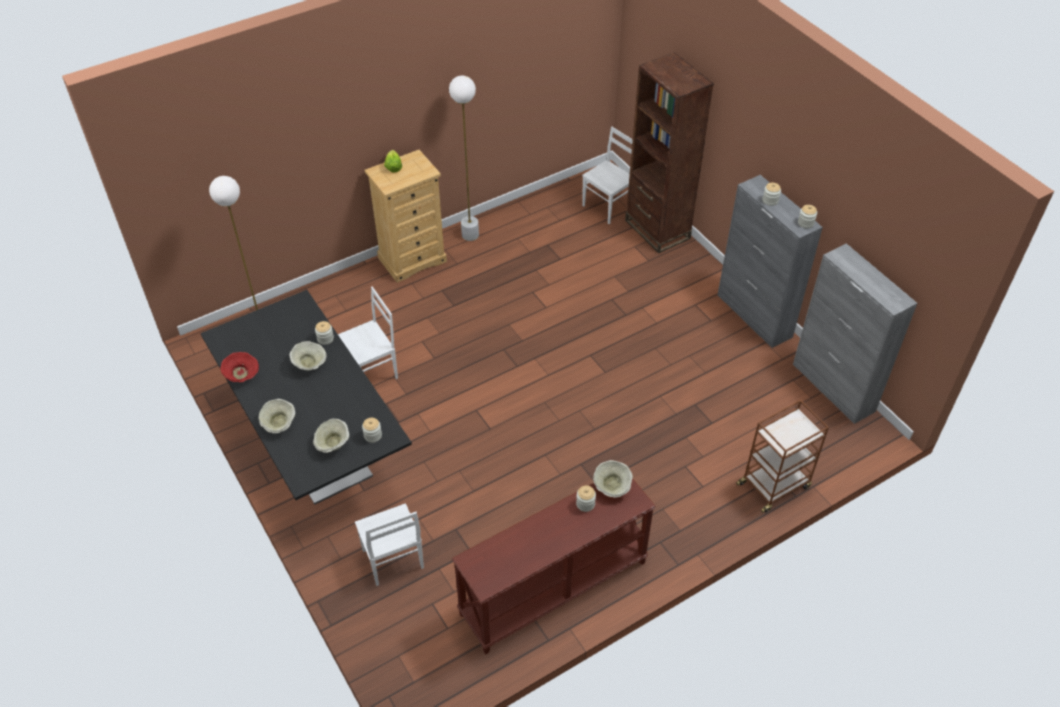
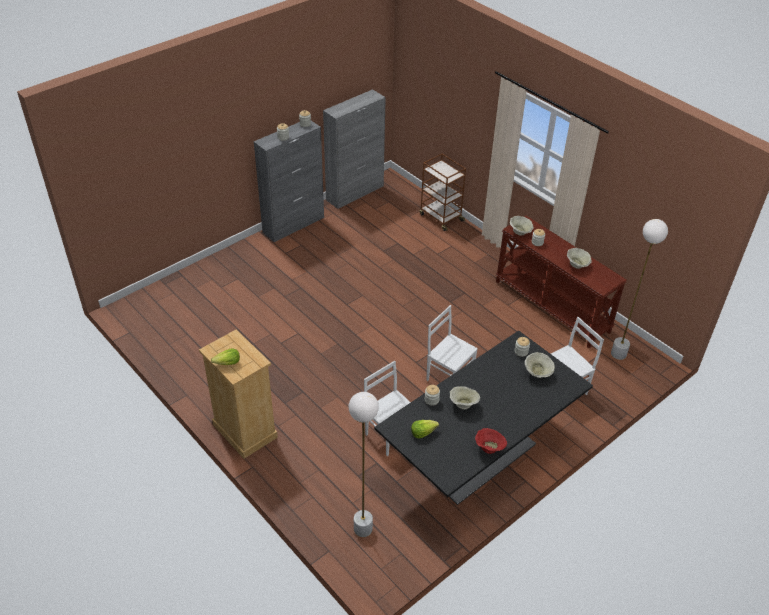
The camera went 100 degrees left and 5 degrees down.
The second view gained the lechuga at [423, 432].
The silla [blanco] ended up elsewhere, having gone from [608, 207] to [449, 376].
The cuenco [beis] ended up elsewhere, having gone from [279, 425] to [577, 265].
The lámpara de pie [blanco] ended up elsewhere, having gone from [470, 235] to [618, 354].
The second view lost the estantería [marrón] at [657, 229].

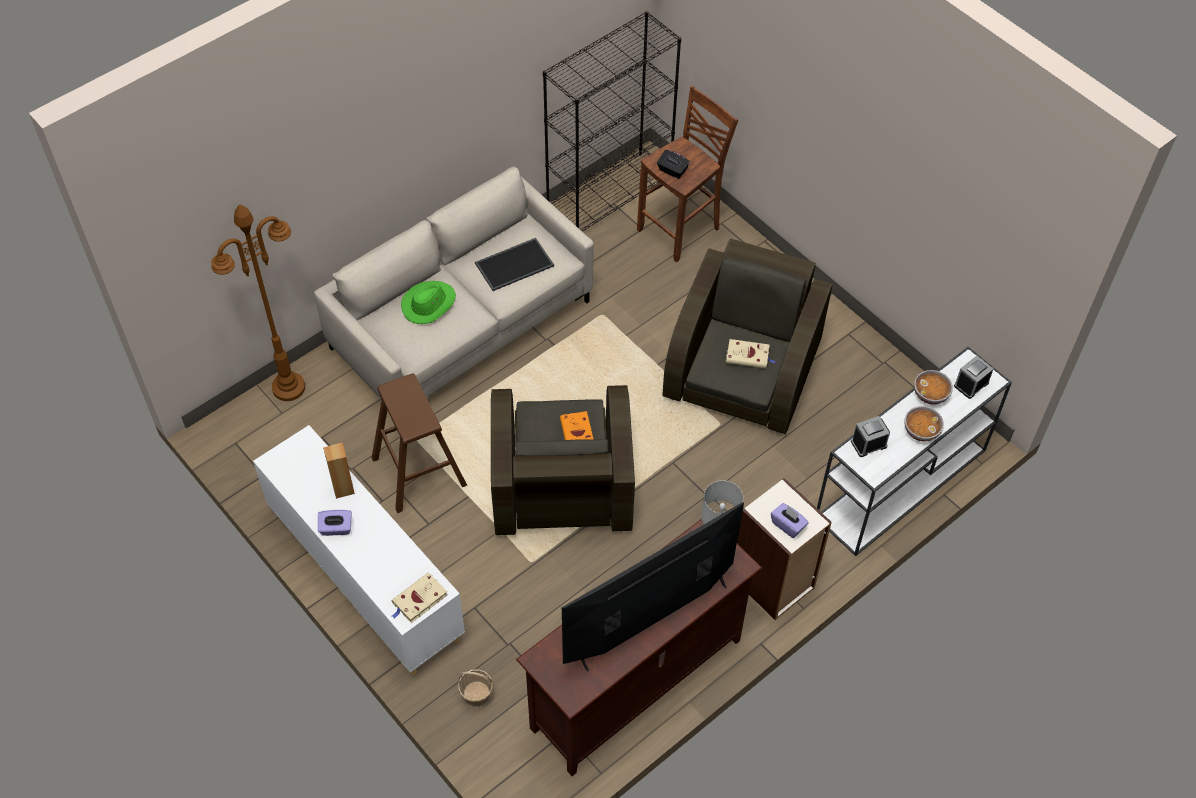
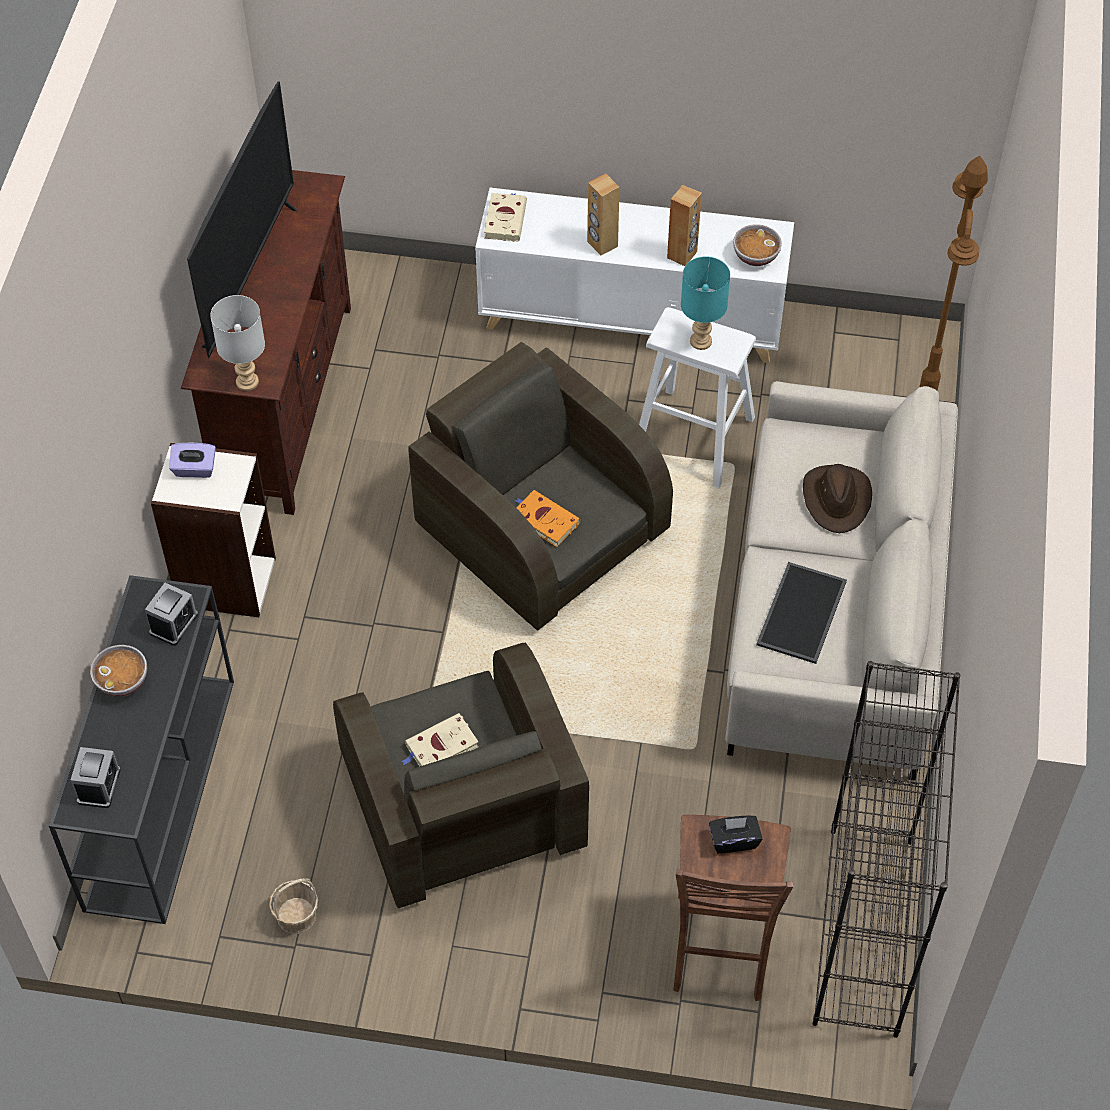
The camera went 140 degrees right and 0 degrees up.
What was the mesa consola [blanco] at [900, 485] turned into the mesa consola [negro] at [160, 790].
The cesta ended up elsewhere, having gone from [476, 694] to [296, 916].
The second view gained the altavoz [marrón] at [602, 244].
What was the taburete [marrón] at [419, 471] turned into the taburete [blanco] at [693, 438].
The second view gained the lámpara de mesa [turquesa] at [701, 341].
The cuenco ended up elsewhere, having gone from [931, 394] to [755, 256].
What was the sombrero [verde] at [428, 304] turned into the sombrero [marrón] at [837, 499].
The second view lost the caja de pañuelos [morado] at [336, 528].

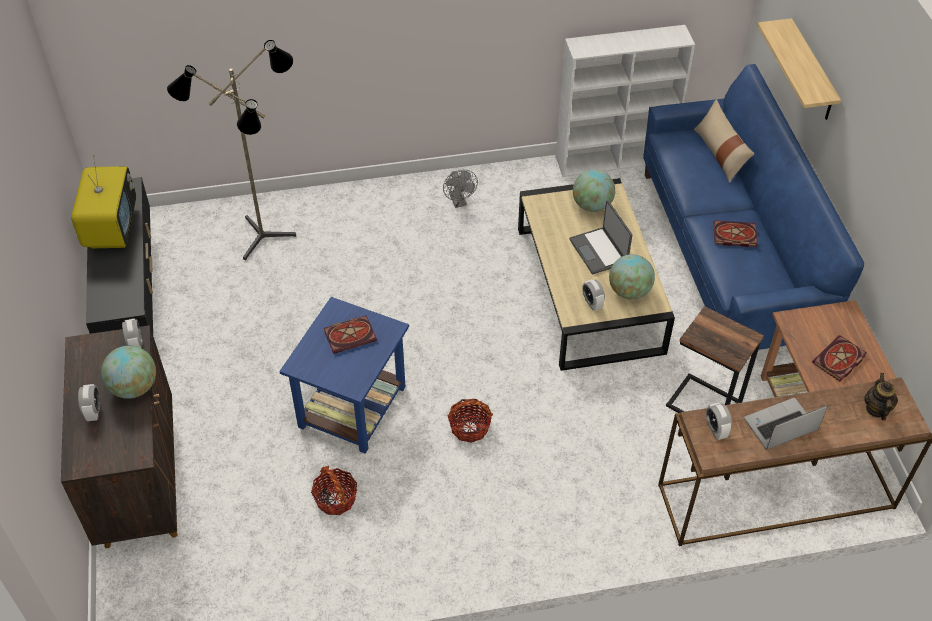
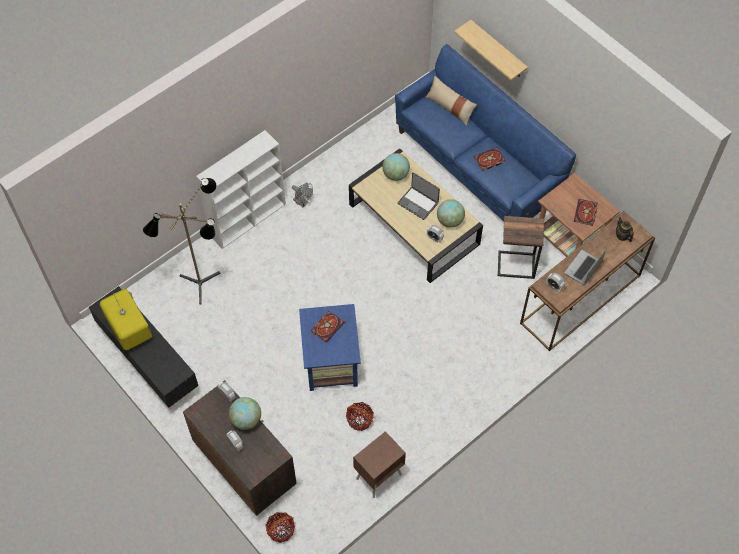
The camera went 30 degrees left and 10 degrees up.
The estantería [blanco] ended up elsewhere, having gone from [615, 159] to [248, 219].
The cesta ended up elsewhere, having gone from [469, 427] to [281, 530].
The second view gained the mesita de noche [marrón] at [377, 477].

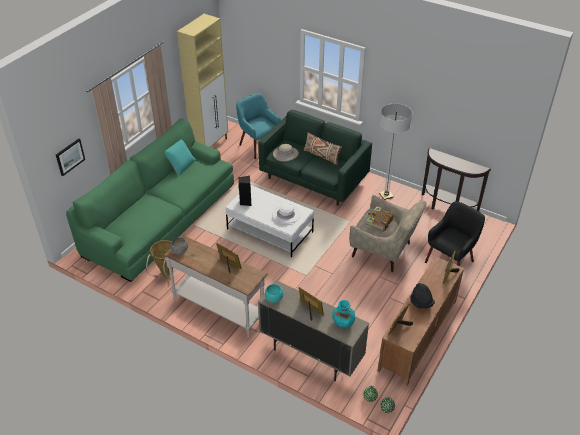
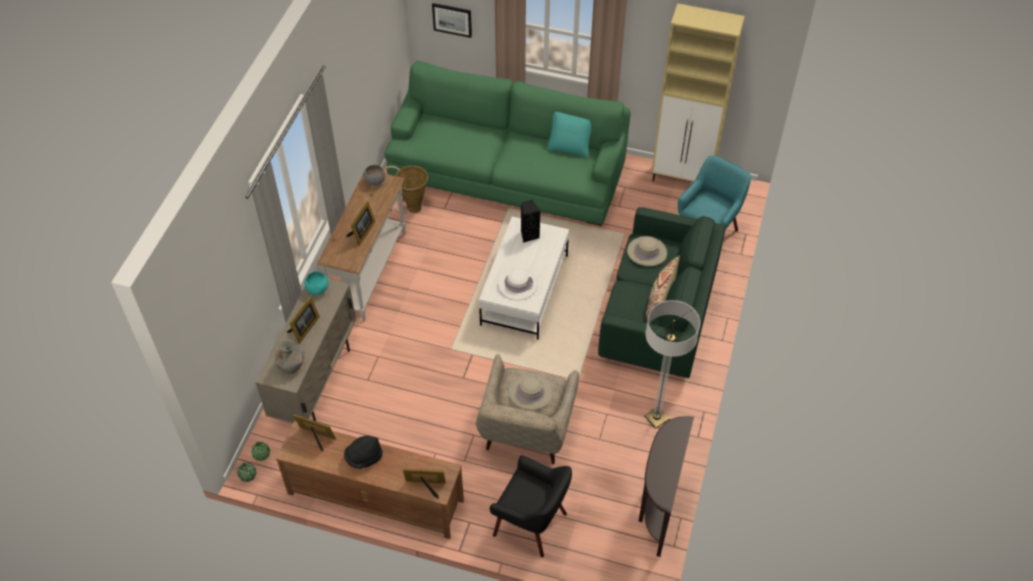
The camera went 75 degrees right and 10 degrees up.
What was the florero [turquesa] at [343, 322] turned into the florero [gris] at [291, 365].
Where the libro stood at [379, 222], the sombrero [beis] came to stand at [530, 393].

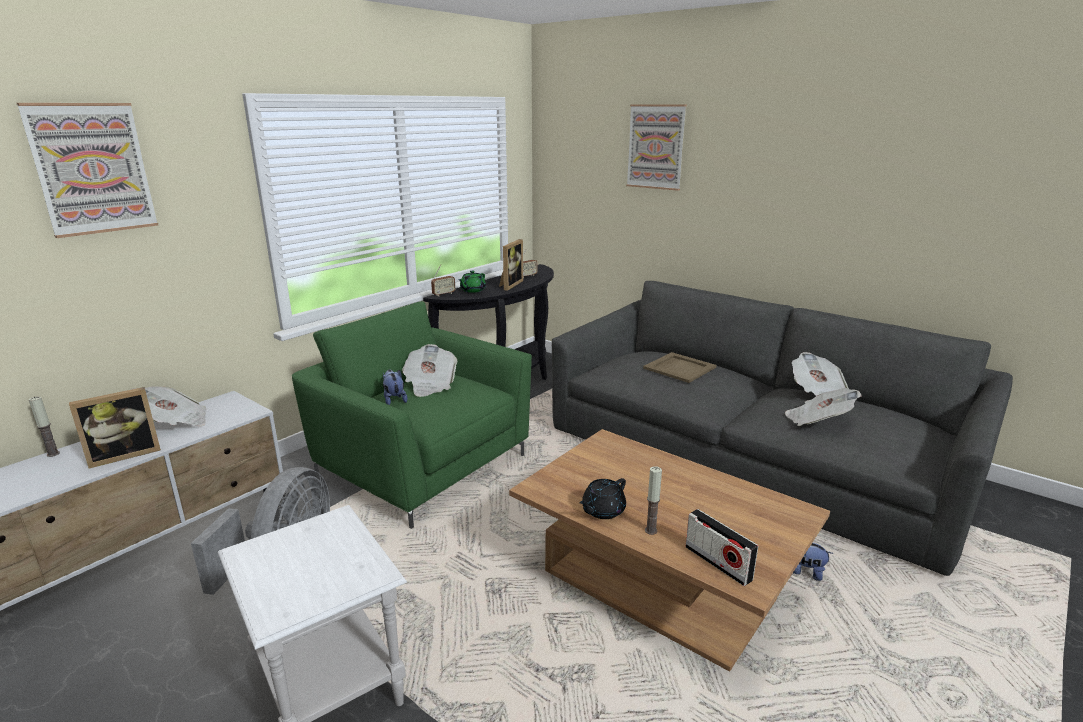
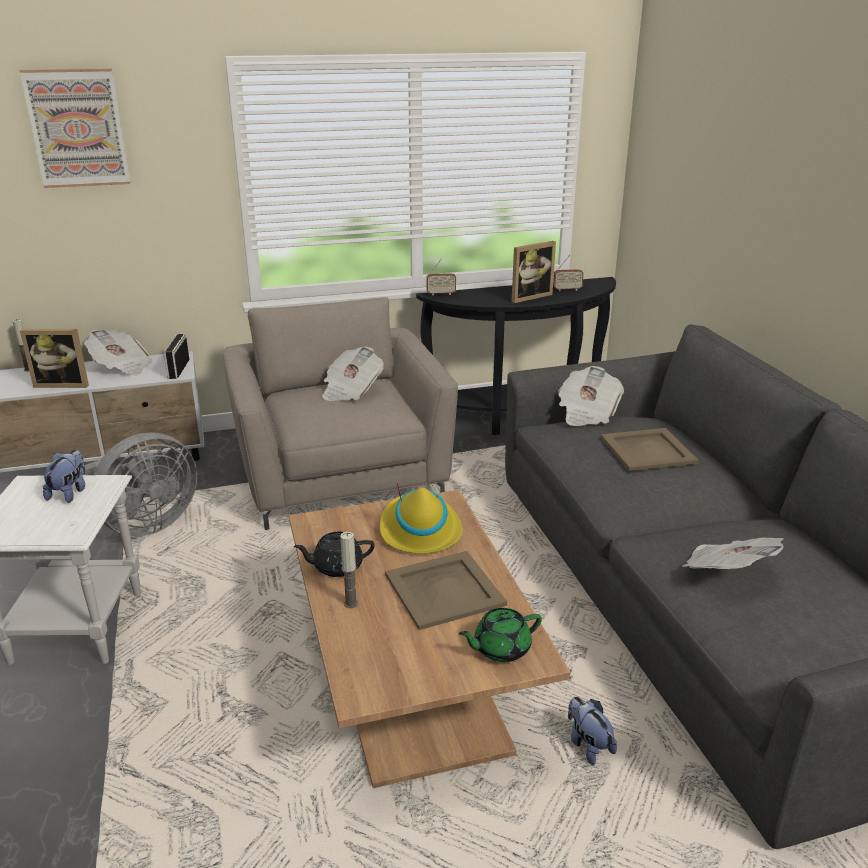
The camera went 35 degrees right and 5 degrees up.
The peluche ended up elsewhere, having gone from [394, 399] to [70, 493].
The radio ended up elsewhere, having gone from [718, 563] to [178, 369].
What was the sillón [verde] at [422, 465] turned into the sillón [beis] at [340, 476].
The second view gained the sombrero [amarillo] at [419, 530].
The second view gained the bandeja [beis] at [443, 590].
The tetera [verde] ended up elsewhere, having gone from [472, 290] to [500, 648].
The periódico ended up elsewhere, having gone from [818, 393] to [587, 413].
The second view lost the cuadro at [656, 147].

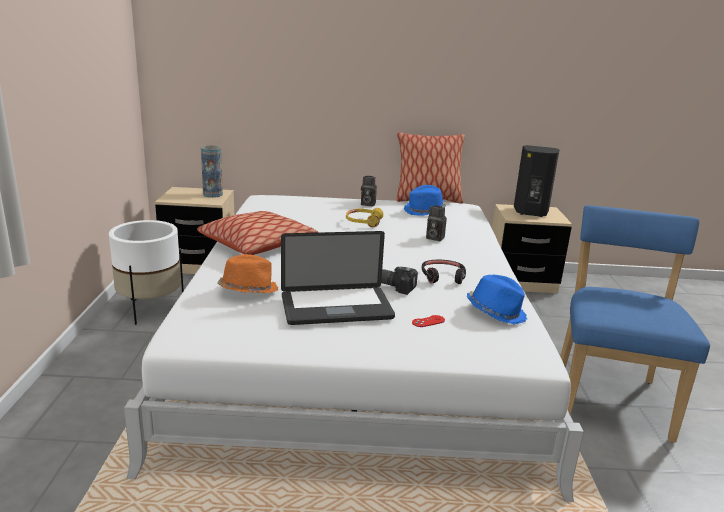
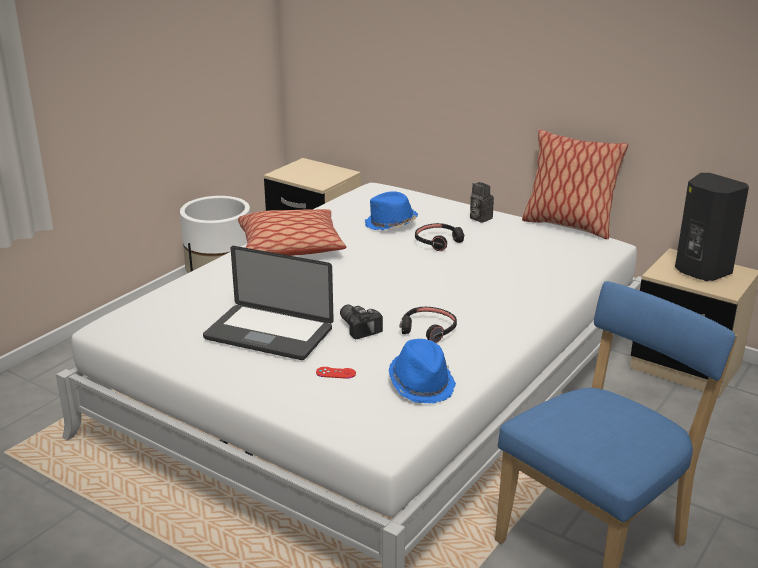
The camera went 35 degrees right and 5 degrees up.
The sombrero [azul] ended up elsewhere, having gone from [425, 211] to [390, 224].
What was the auriculares [amarillo] at [363, 222] turned into the auriculares [negro] at [438, 241].
The second view lost the florero at [212, 194].
The second view lost the sombrero [naranja] at [247, 290].
The second view lost the cámara at [433, 238].

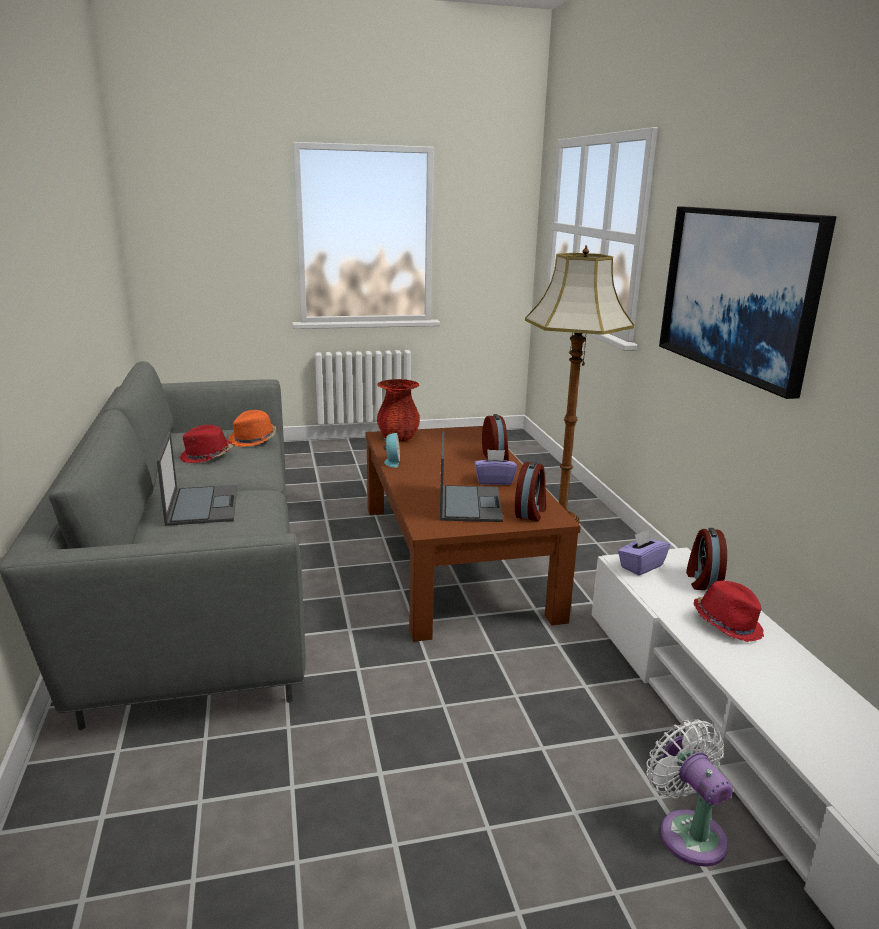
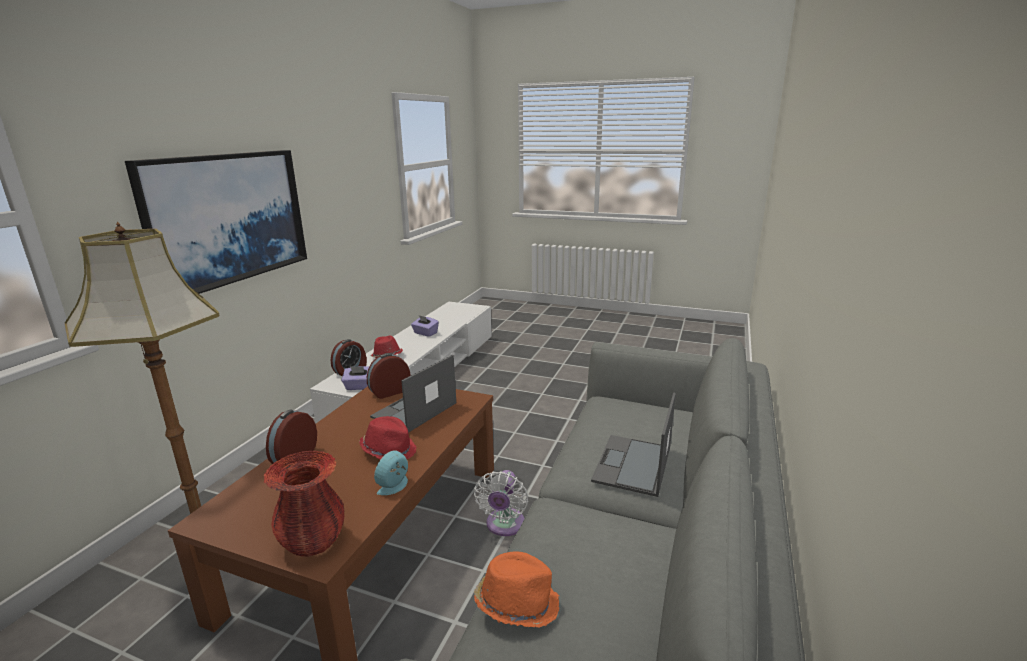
The camera went 145 degrees left and 0 degrees up.
The sombrero [rojo] ended up elsewhere, having gone from [206, 456] to [389, 450].
The caja de pañuelos [morado] ended up elsewhere, having gone from [494, 481] to [425, 333].
The ventilador [blanco] ended up elsewhere, having gone from [688, 832] to [504, 525].

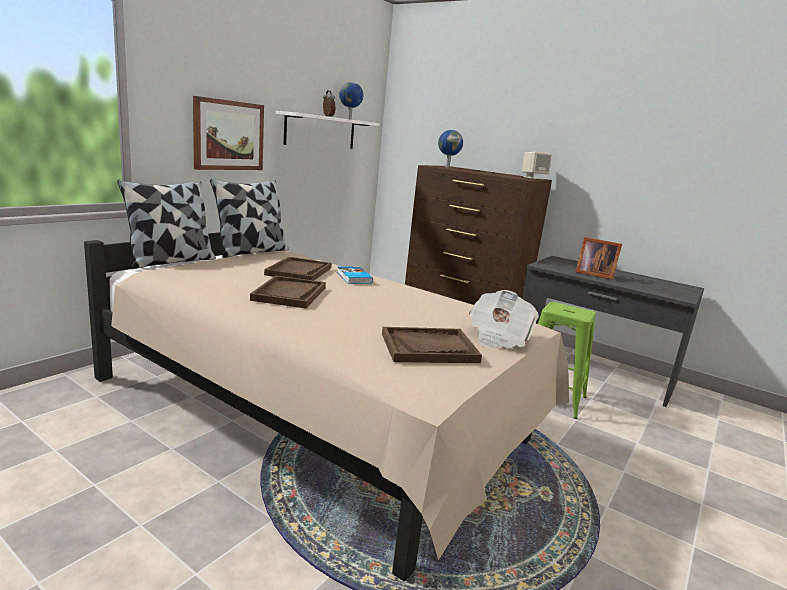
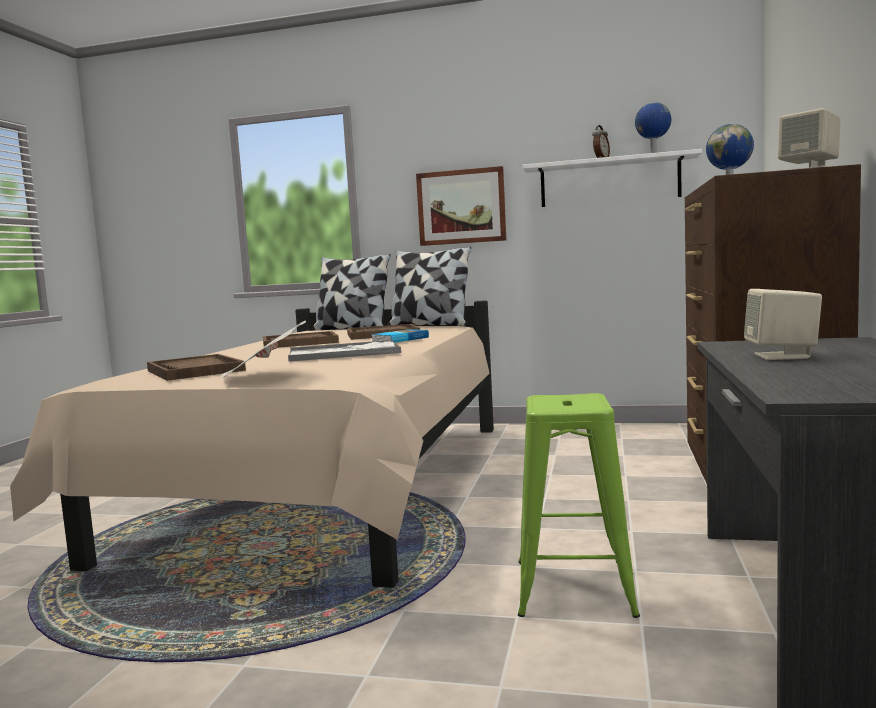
The camera went 70 degrees right and 10 degrees down.
The second view gained the bandeja at [345, 353].
Where the portarretratos stood at [593, 274], the altavoz [beis] came to stand at [782, 356].

